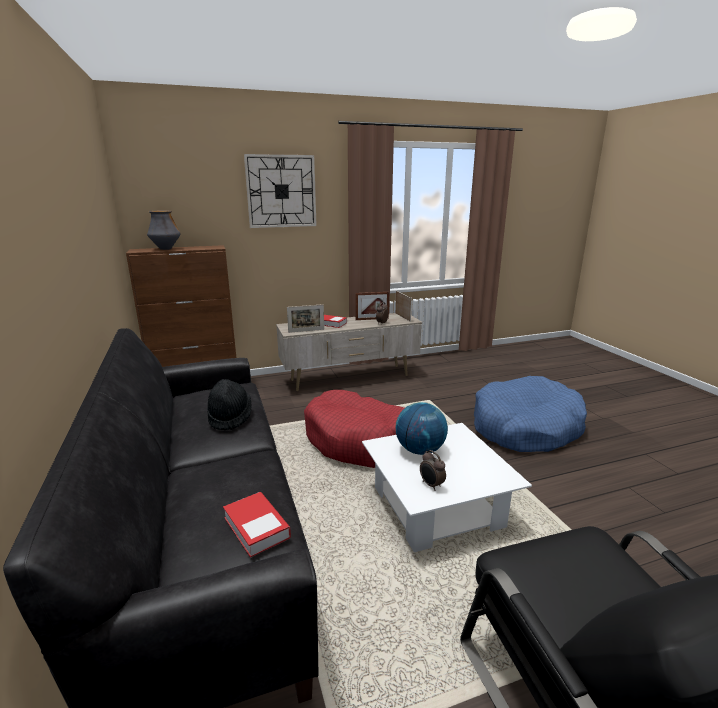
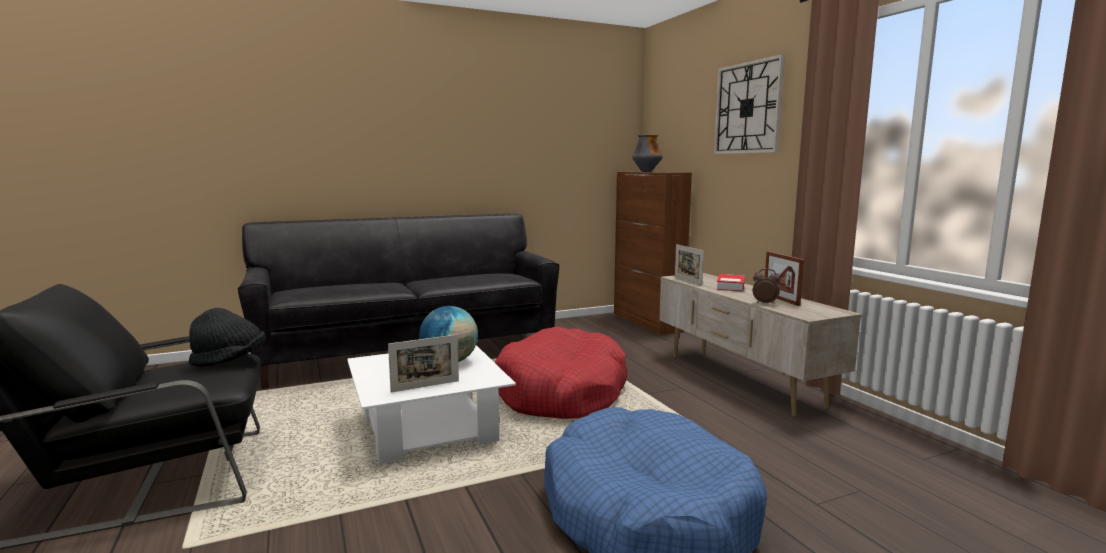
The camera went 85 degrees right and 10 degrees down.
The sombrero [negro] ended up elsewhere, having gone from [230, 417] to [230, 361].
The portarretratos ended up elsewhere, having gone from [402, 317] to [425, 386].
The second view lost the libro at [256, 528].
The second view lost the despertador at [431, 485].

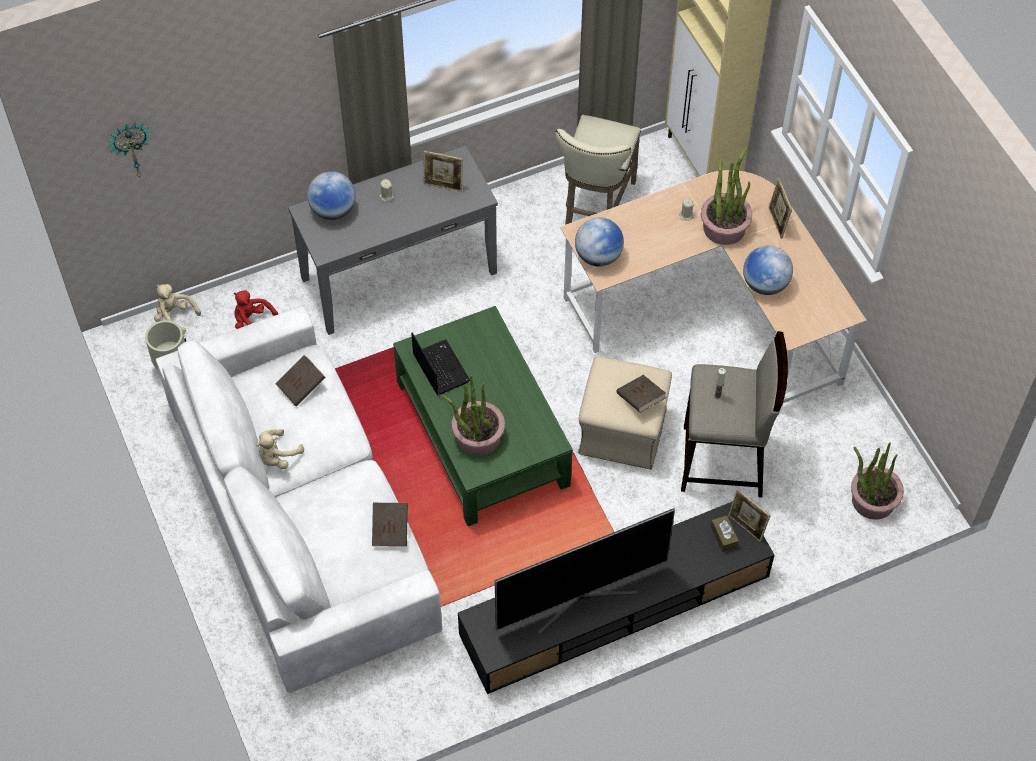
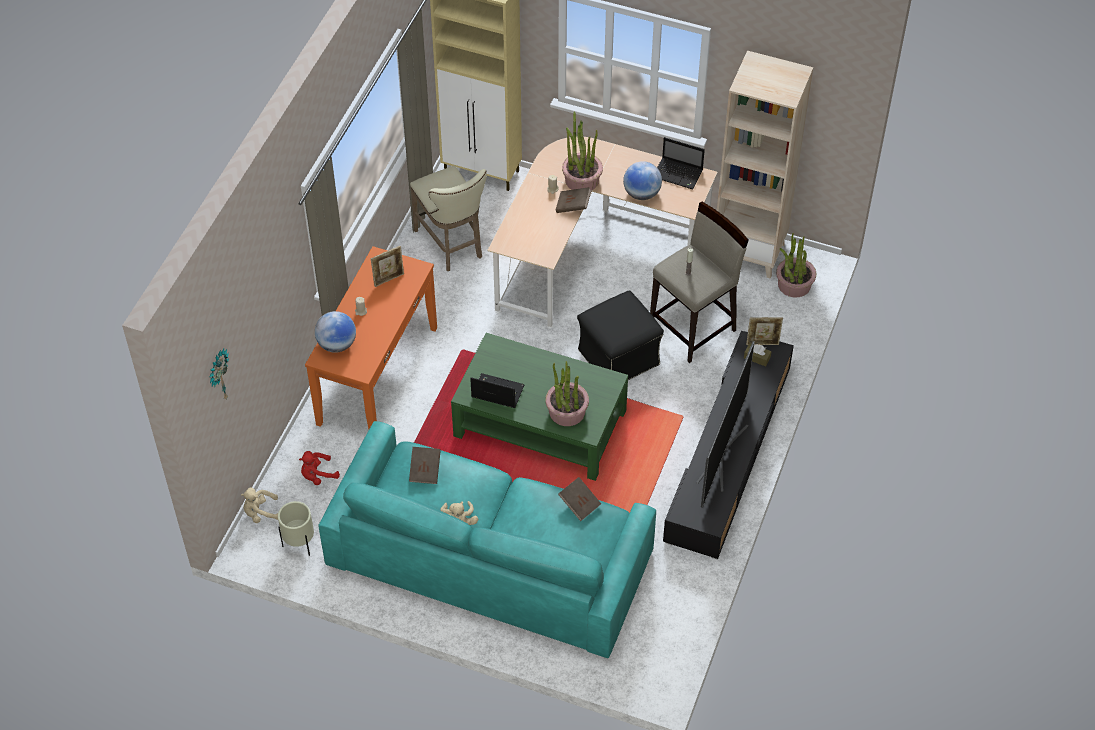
The camera went 45 degrees left and 5 degrees down.
What was the mesa consola [gris] at [398, 275] turned into the mesa consola [naranja] at [377, 375].
What was the sofá [blanco] at [303, 515] turned into the sofá [turquesa] at [490, 557].
The libro [marrón] ended up elsewhere, having gone from [640, 399] to [573, 206].
What was the puf [beis] at [621, 431] turned into the puf [negro] at [618, 358].
The second view gained the portátil at [678, 174].
The second view gained the estantería [beis] at [749, 252].
The second view lost the globo terráqueo at [598, 256].
The second view lost the portarretratos at [777, 223].

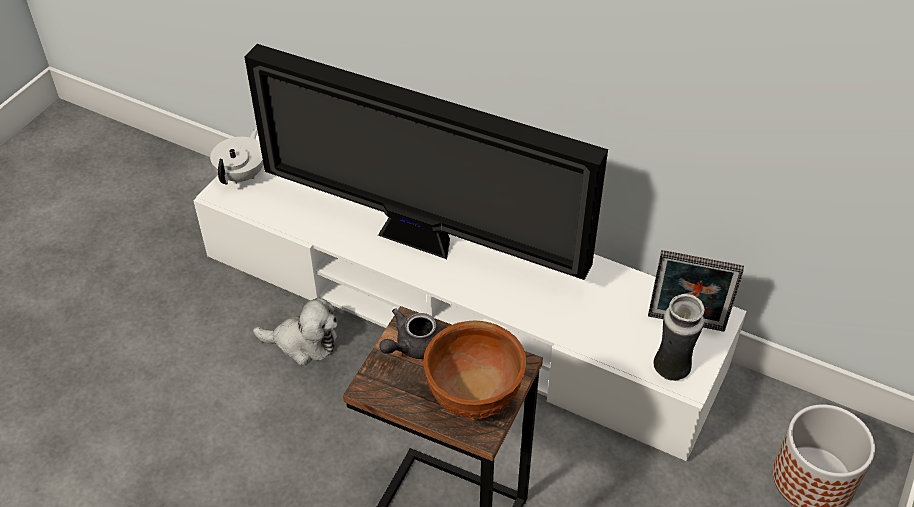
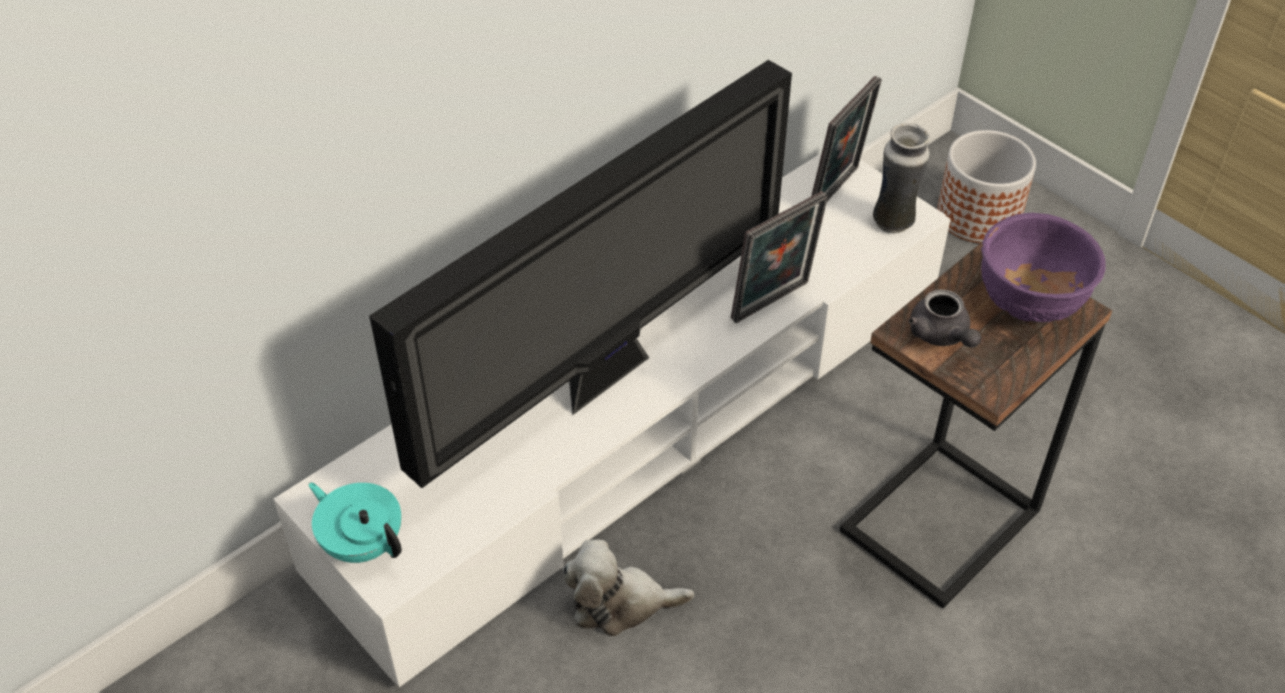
The camera went 70 degrees left and 0 degrees up.
What was the tetera [blanco] at [242, 174] turned into the tetera [turquesa] at [362, 543].
The peluche at [303, 343] ended up facing another way, 120 degrees counterclockwise from before.
The second view gained the portarretratos at [773, 304].
What was the cuenco [marrón] at [473, 396] turned into the cuenco [morado] at [1030, 304].

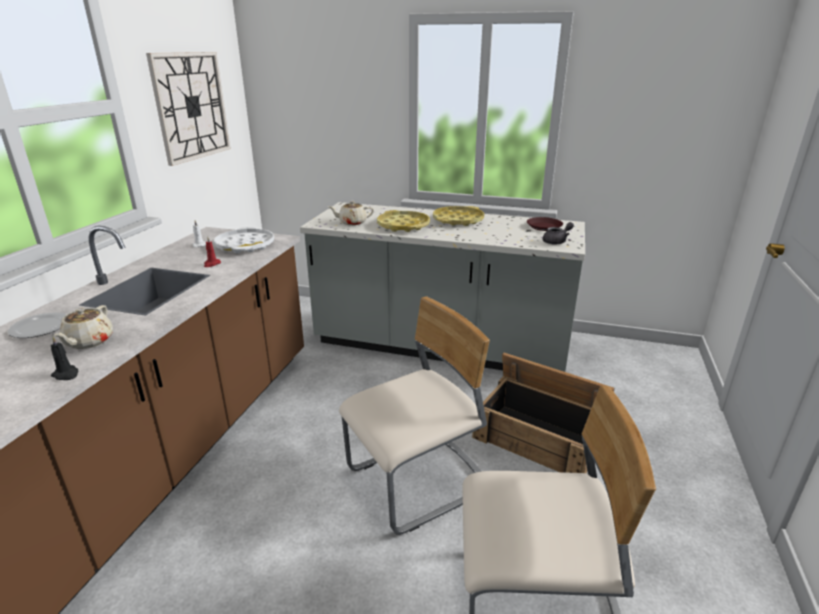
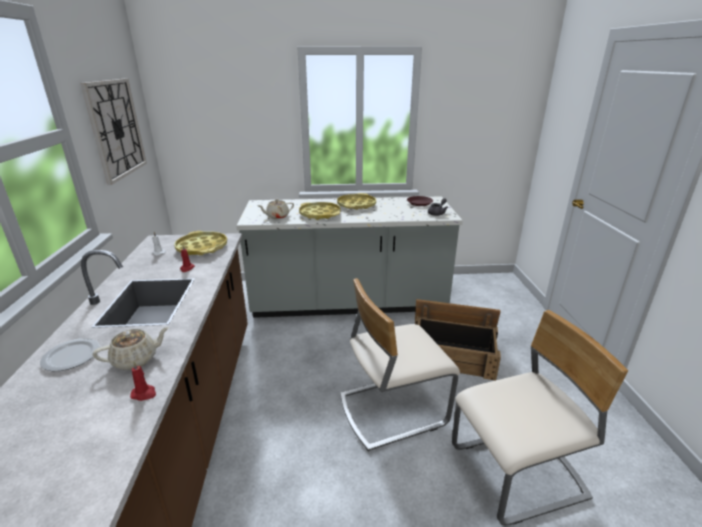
The camera went 20 degrees left and 0 degrees up.
The tetera [beis] at [88, 342] ended up facing another way, 105 degrees counterclockwise from before.
What was the vela [negro] at [66, 374] turned into the vela [rojo] at [144, 394].
What was the bandeja [blanco] at [245, 245] turned into the bandeja [amarillo] at [202, 247].
The silla [beis] at [419, 483] ended up facing another way, 150 degrees counterclockwise from before.

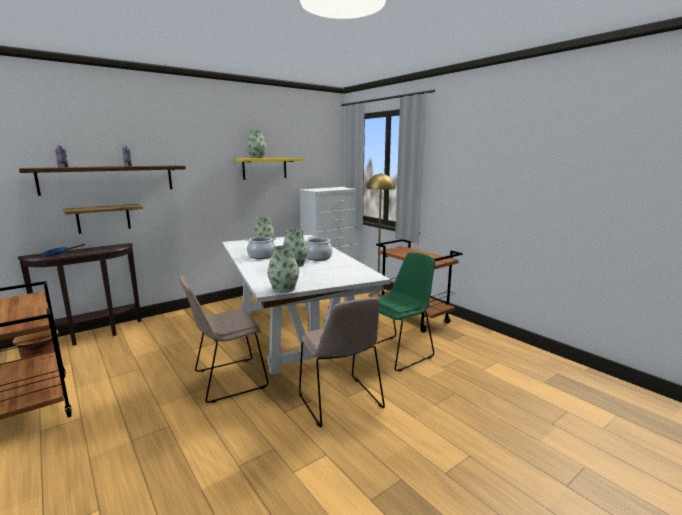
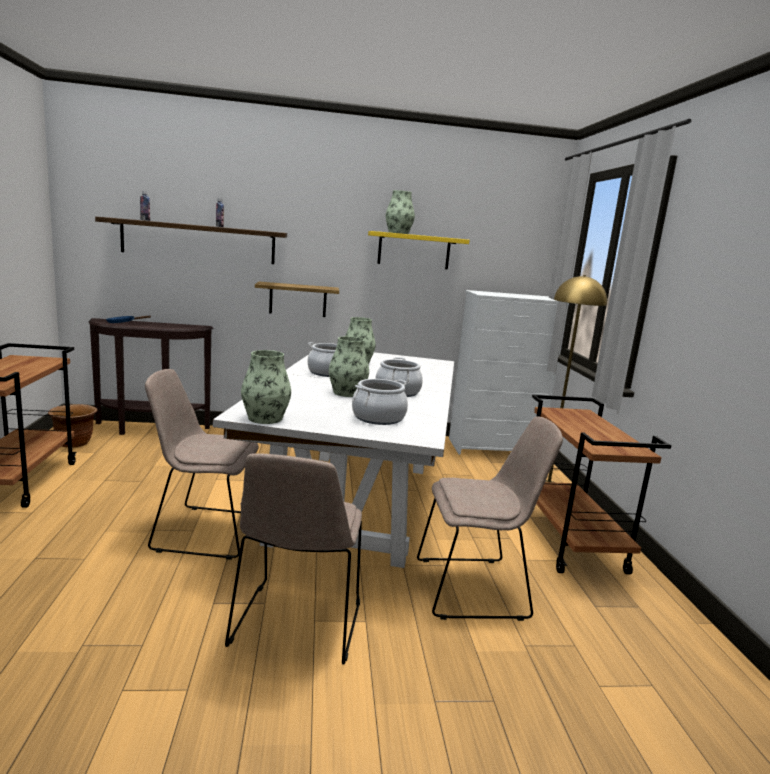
The camera went 30 degrees right and 0 degrees up.
The estante ended up elsewhere, having gone from [103, 218] to [298, 299].
The second view gained the olla at [378, 418].
What was the silla [verde] at [398, 352] turned into the silla [beis] at [475, 588].

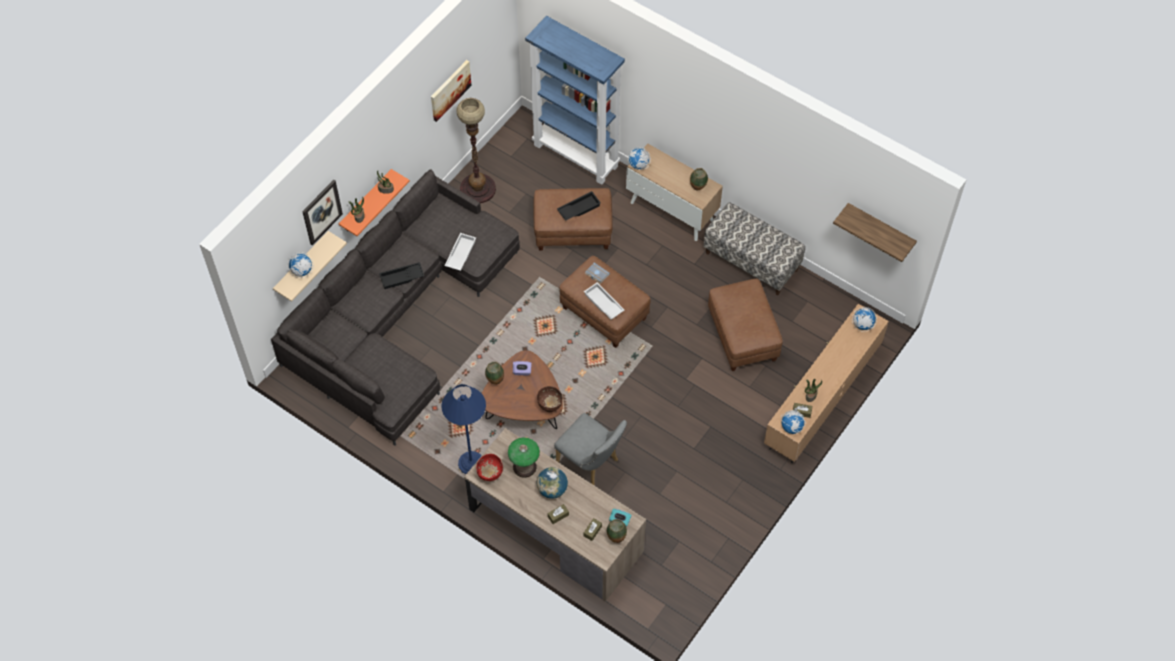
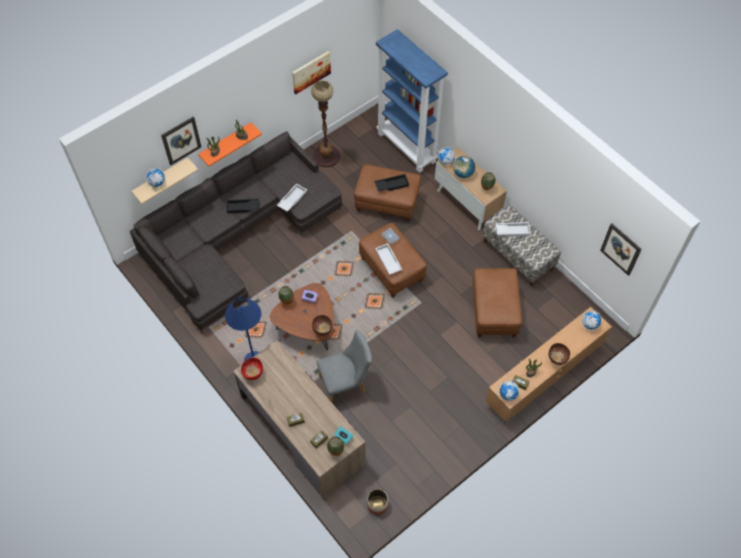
The camera went 15 degrees right and 0 degrees up.
The silla [gris] at [591, 463] ended up facing another way, 75 degrees counterclockwise from before.
The second view gained the maceta at [377, 505].
The globo terráqueo ended up elsewhere, having gone from [552, 489] to [463, 173].
The second view gained the bandeja [blanco] at [512, 230].
The second view gained the cuenco [marrón] at [556, 359].
Where the estante hung at [880, 228], the cuadro came to hang at [621, 249].
The second view lost the lámpara de mesa at [525, 466].

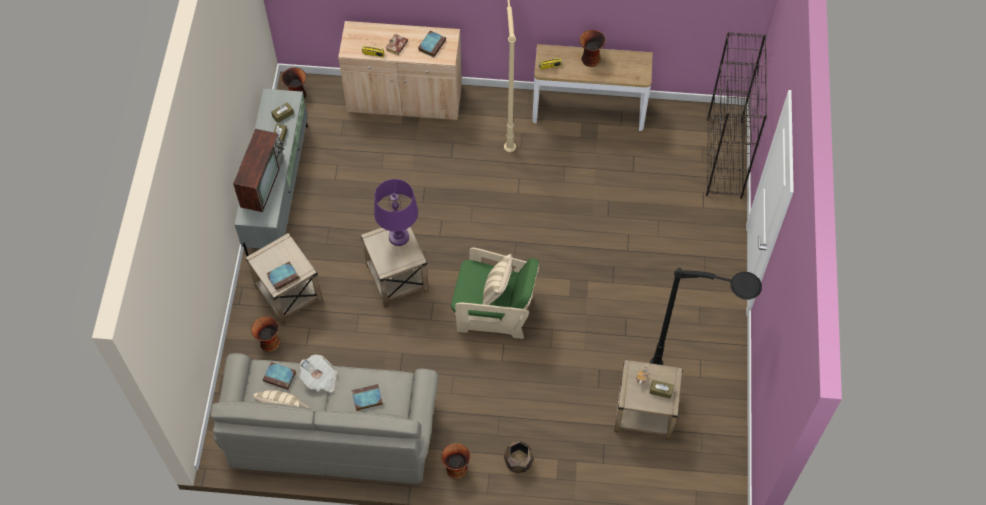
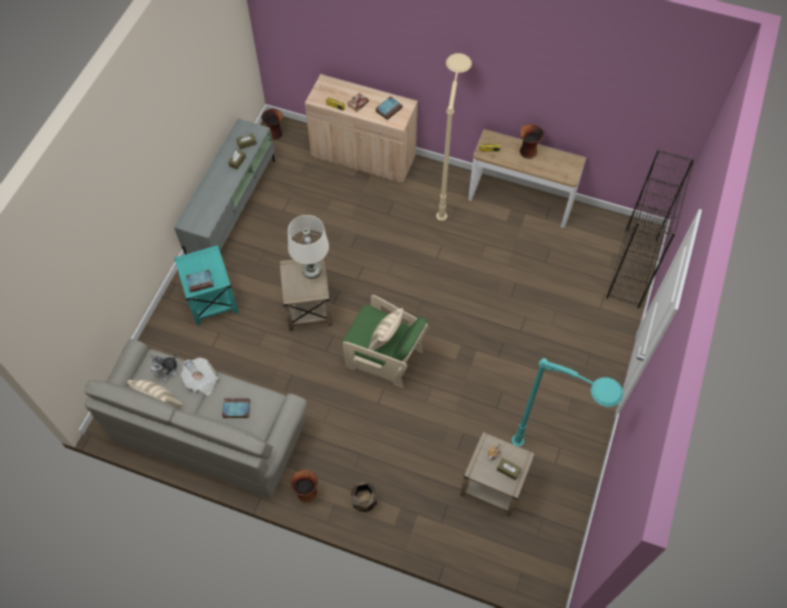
The camera went 15 degrees right and 0 degrees up.
Where the libro stood at [280, 377], the peluche came to stand at [167, 370].
What was the mesa auxiliar [beis] at [288, 293] turned into the mesa auxiliar [turquesa] at [212, 299].
What was the lámpara de mesa [morado] at [399, 237] turned into the lámpara de mesa [blanco] at [312, 270].
What was the lámpara de pie [negro] at [697, 375] turned into the lámpara de pie [turquesa] at [553, 461].
The second view lost the televisor at [262, 181].
The second view lost the florero at [269, 343].

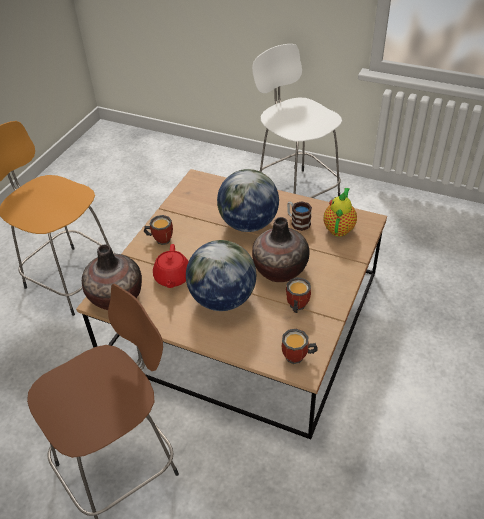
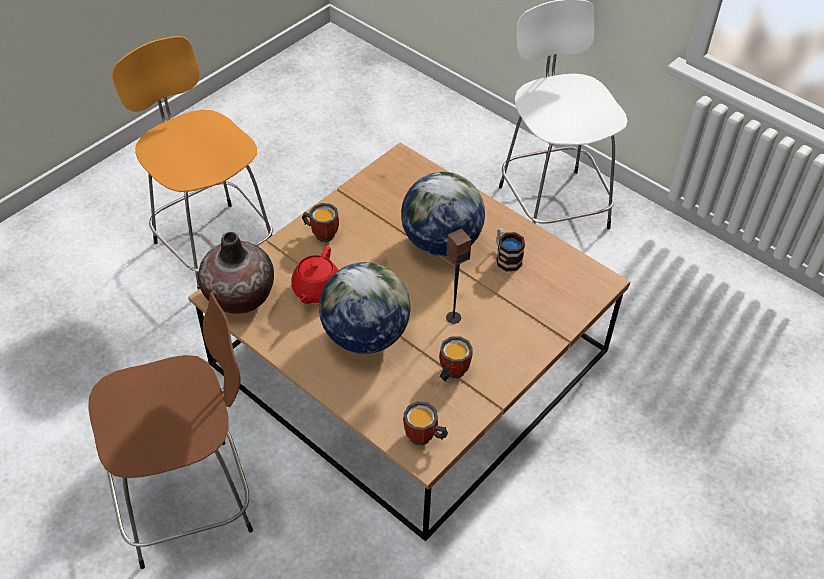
The camera went 15 degrees right and 5 degrees up.
Where the florero stood at [280, 269], the altavoz came to stand at [453, 317].
The second view lost the tetera at [339, 228].

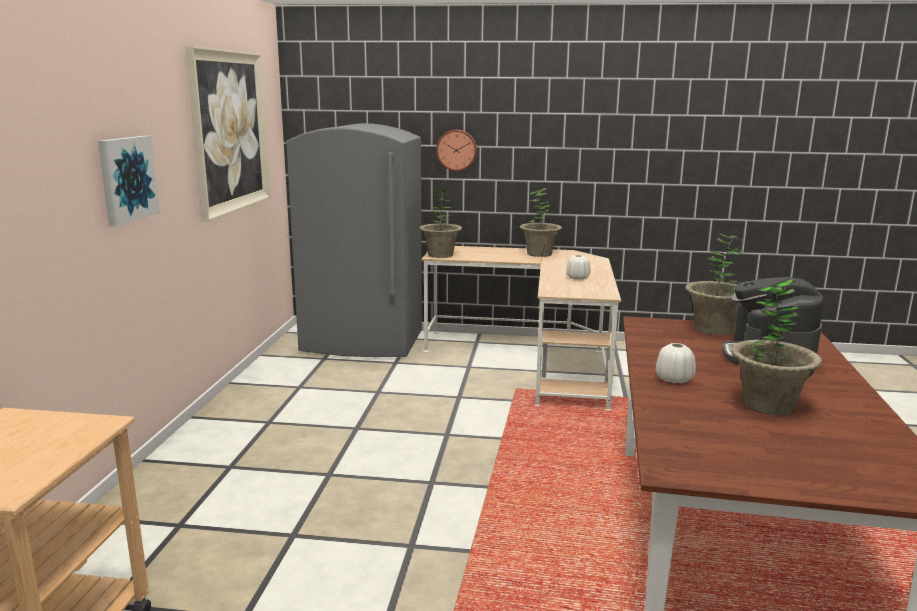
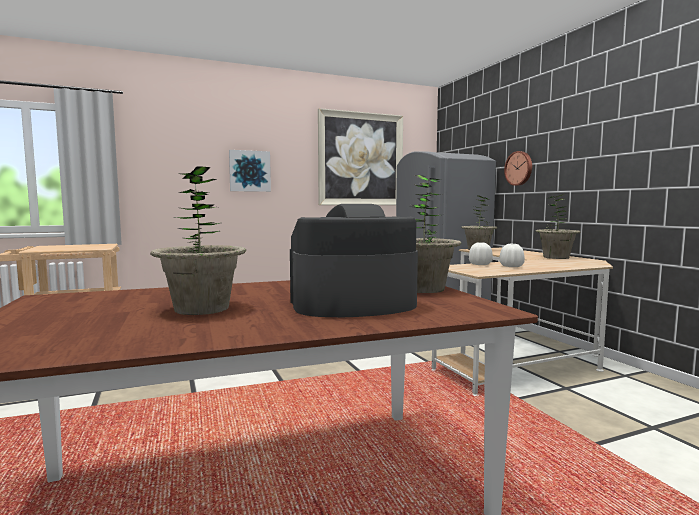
The camera went 60 degrees right and 10 degrees down.
The florero [blanco] ended up elsewhere, having gone from [674, 379] to [480, 264].

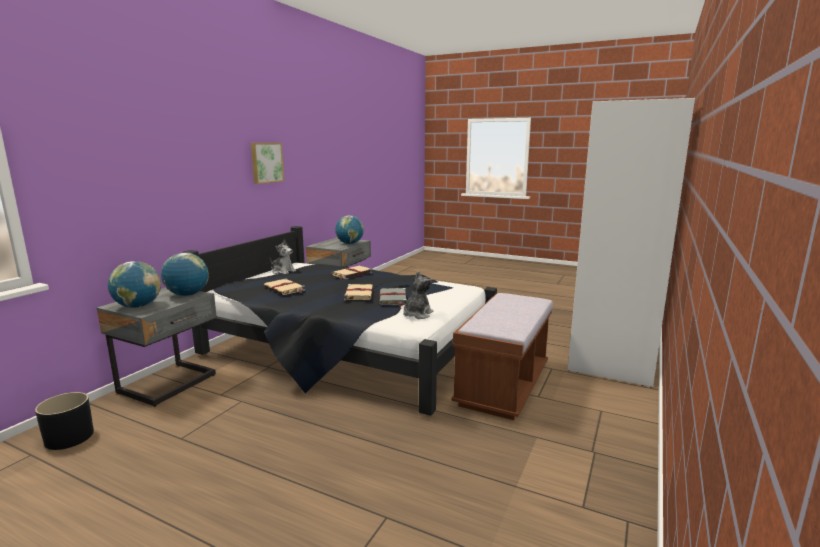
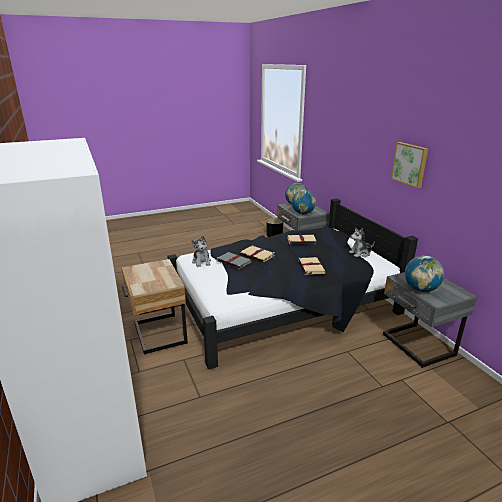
The camera went 130 degrees right and 10 degrees up.
Where the banco [marrón] stood at [503, 386], the mesita de noche [beis] came to stand at [158, 334].

